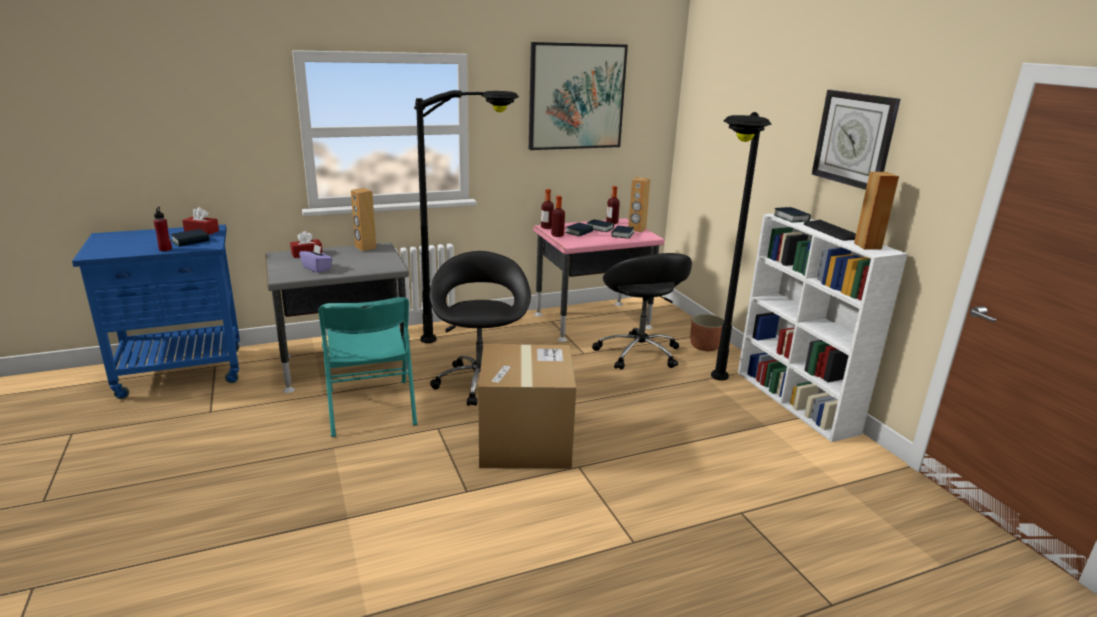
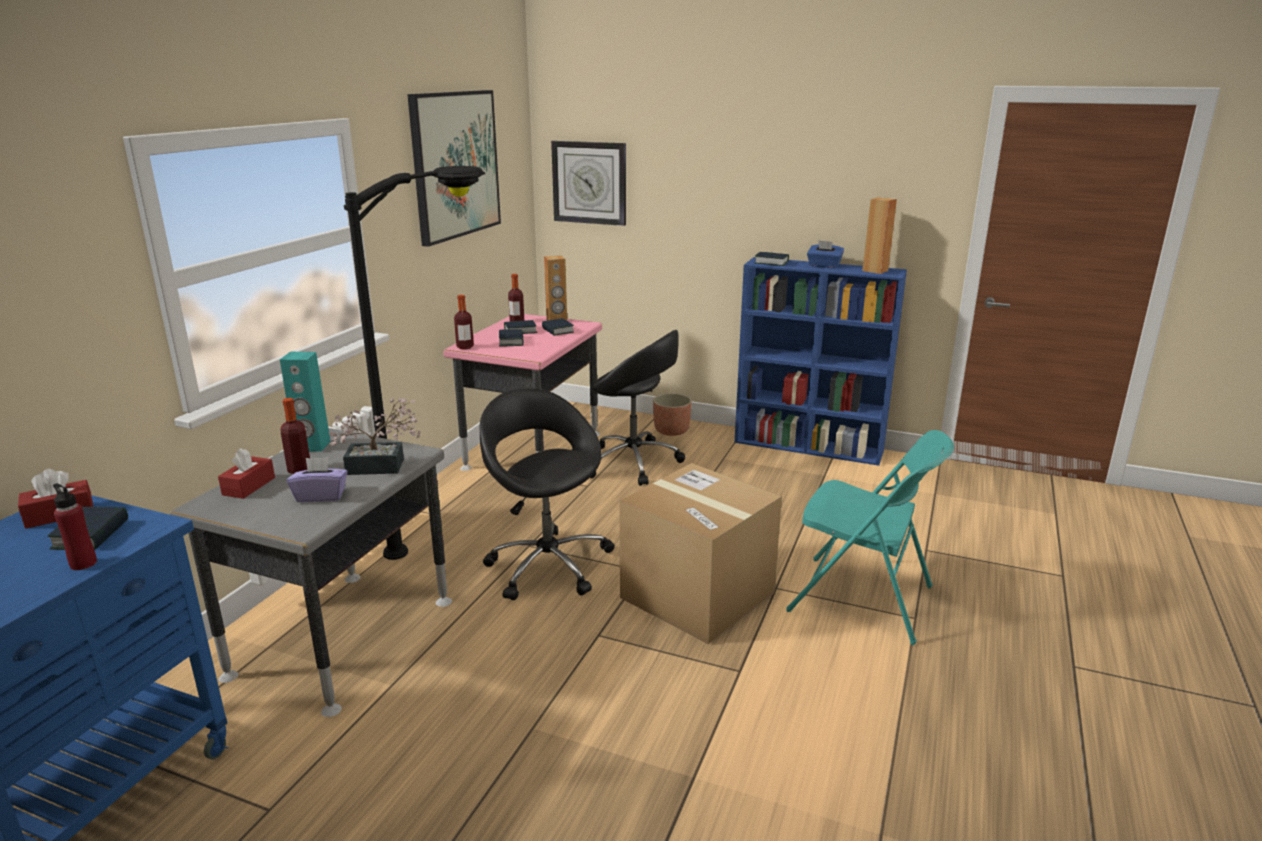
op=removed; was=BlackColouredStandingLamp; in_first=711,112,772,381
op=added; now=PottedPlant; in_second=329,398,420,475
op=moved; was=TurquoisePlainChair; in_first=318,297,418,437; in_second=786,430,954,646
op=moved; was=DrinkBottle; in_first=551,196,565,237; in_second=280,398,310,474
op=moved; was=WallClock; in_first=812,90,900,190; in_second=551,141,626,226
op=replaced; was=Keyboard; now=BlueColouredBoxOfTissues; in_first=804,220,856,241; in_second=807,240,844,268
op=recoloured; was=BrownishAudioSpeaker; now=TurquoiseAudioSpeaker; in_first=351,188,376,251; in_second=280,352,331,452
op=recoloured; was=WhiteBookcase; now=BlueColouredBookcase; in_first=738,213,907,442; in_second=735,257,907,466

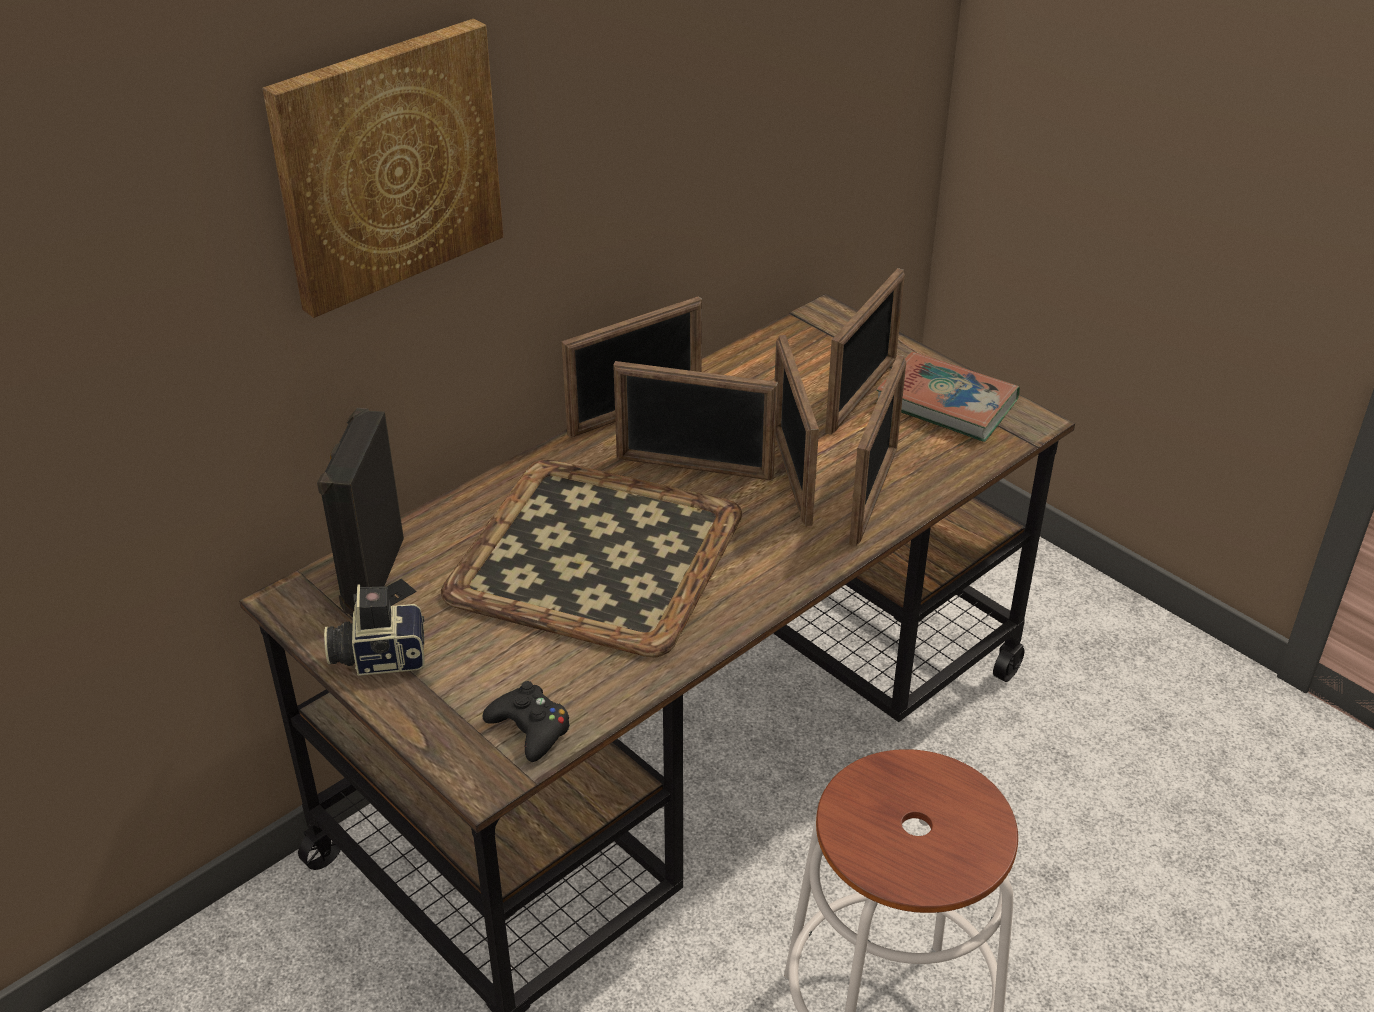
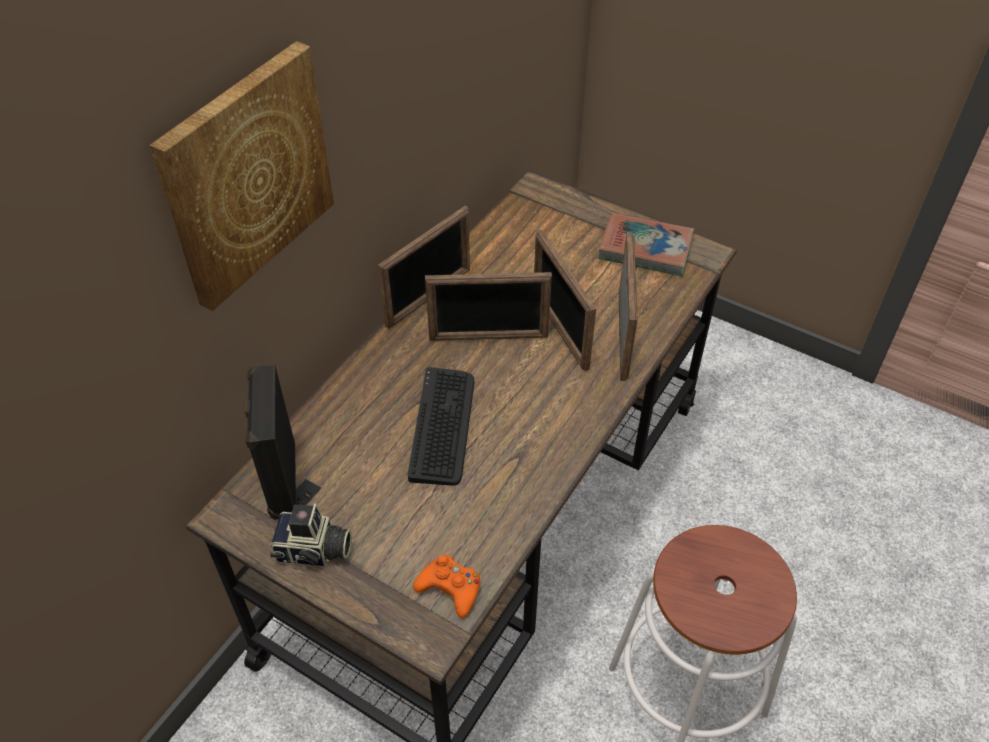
op=removed; was=PictureFrame; in_first=825,268,905,435
op=replaced; was=Tray; now=Keyboard; in_first=441,459,742,657; in_second=408,367,474,486
op=recoloured; was=BlackColouredJoypad; now=OrangeyJoypad; in_first=483,681,570,762; in_second=413,555,480,618
op=turned; was=PhotoCamera; in_first=324,585,425,676; in_second=270,504,352,567; clockwise=-150

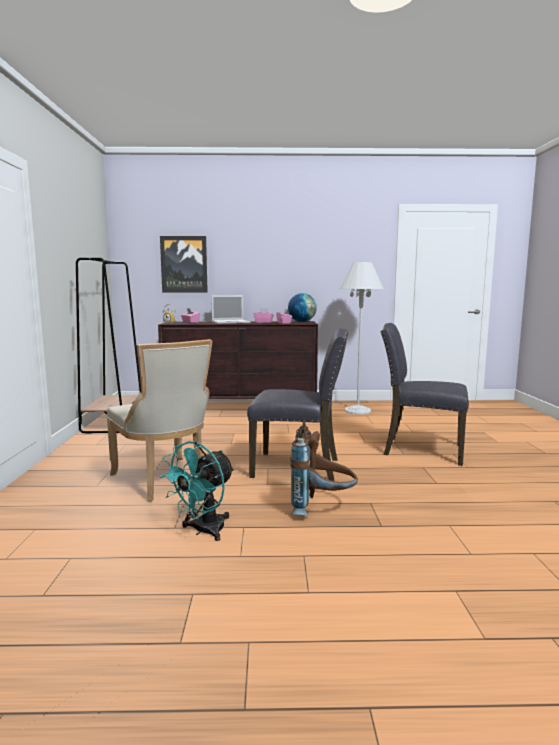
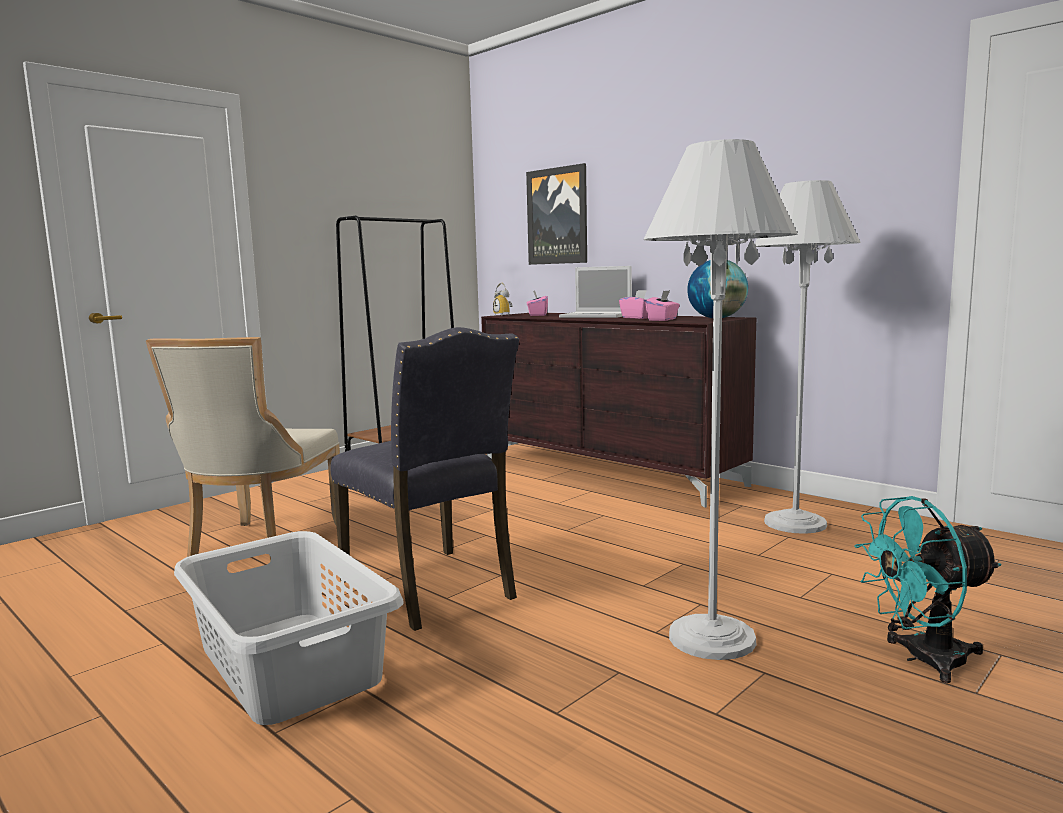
op=moved; was=TurquoiseElectricFan; in_first=160,441,235,541; in_second=854,496,1002,683
op=replaced; was=BrownishRucksack; now=GrayLaundryBasket; in_first=290,420,358,515; in_second=174,531,404,725
op=replaced; was=GrayPlainChair; now=WhiteStandingLamp; in_first=381,323,469,466; in_second=644,139,798,660

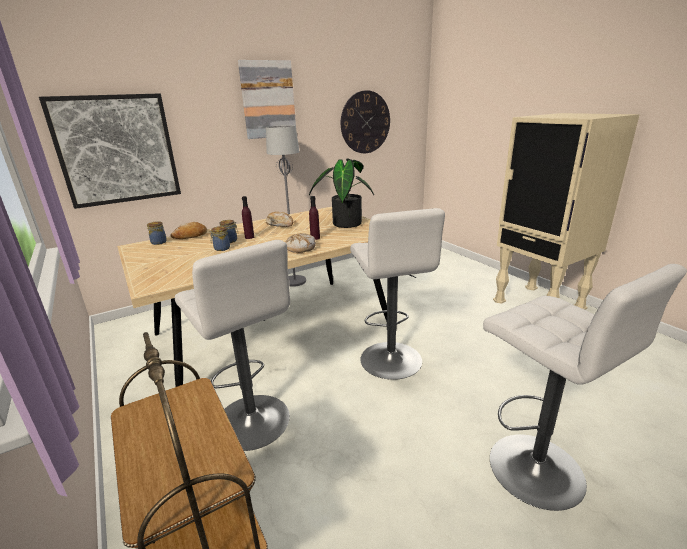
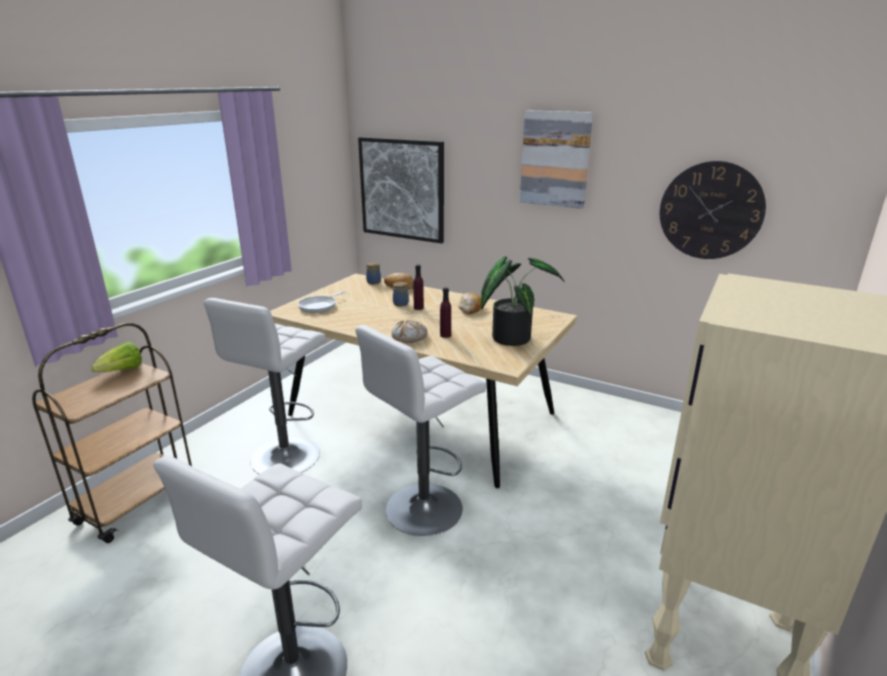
op=removed; was=StorageJar; in_first=209,226,230,251
op=removed; was=GrayStandingLamp; in_first=266,125,306,287
op=added; now=HeadOfLettuce; in_second=91,342,142,372
op=added; now=FryingPan; in_second=298,291,346,313

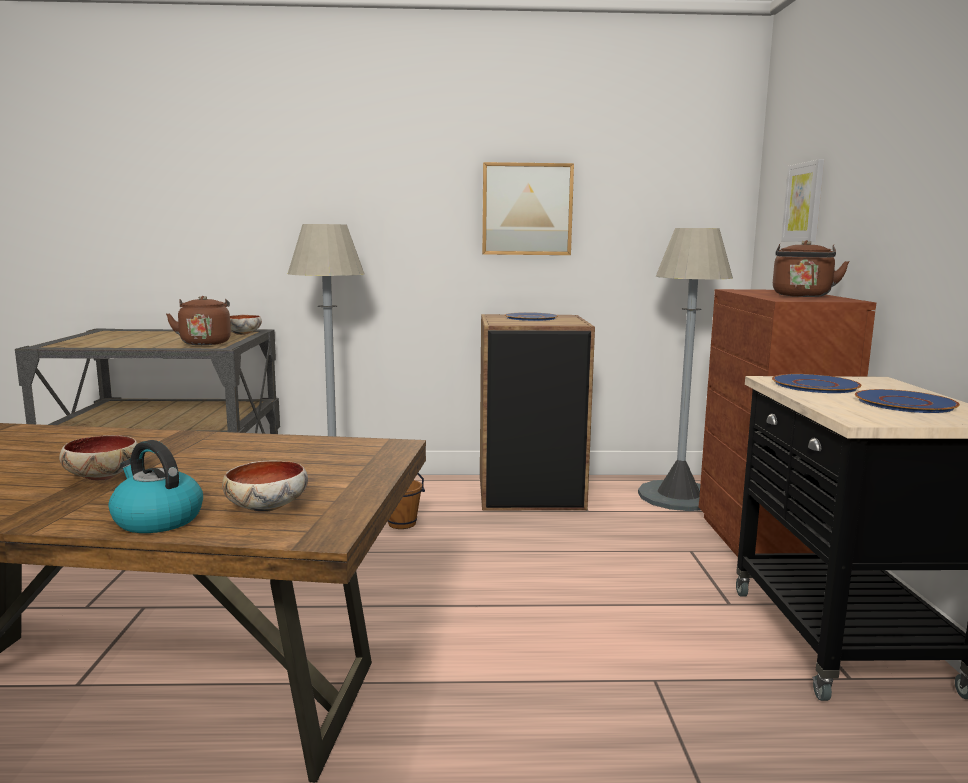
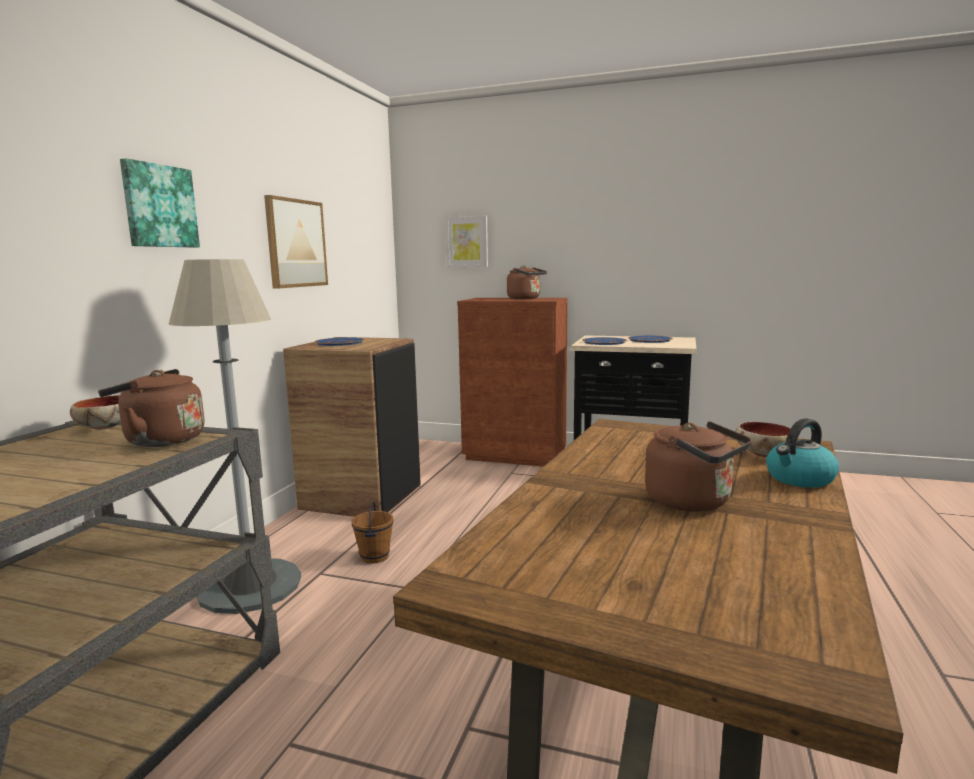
op=removed; was=GrayStandingLamp; in_first=638,228,733,511
op=added; now=Picture; in_second=120,158,200,248
op=replaced; was=DeepDish; now=BrownishTeaKettle; in_first=59,435,138,481; in_second=645,421,752,512

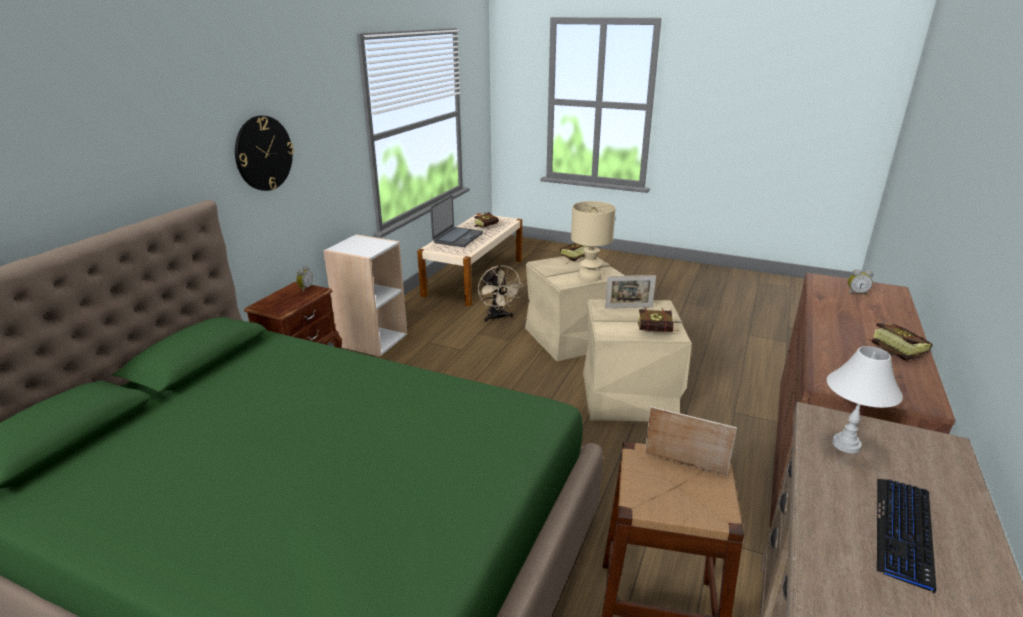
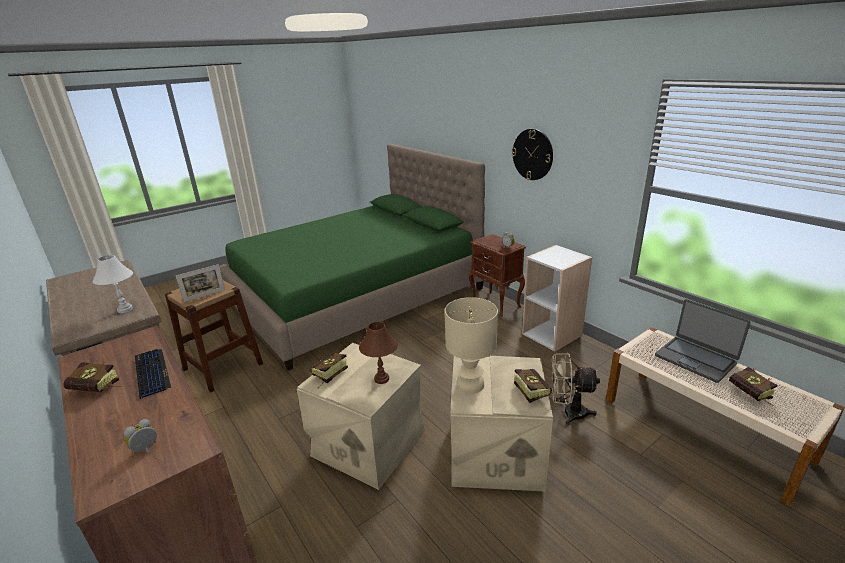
op=moved; was=Keyboard; in_first=877,479,936,593; in_second=135,349,171,399
op=replaced; was=PictureFrame; now=BrownishTabletopLamp; in_first=605,275,656,308; in_second=359,322,398,384

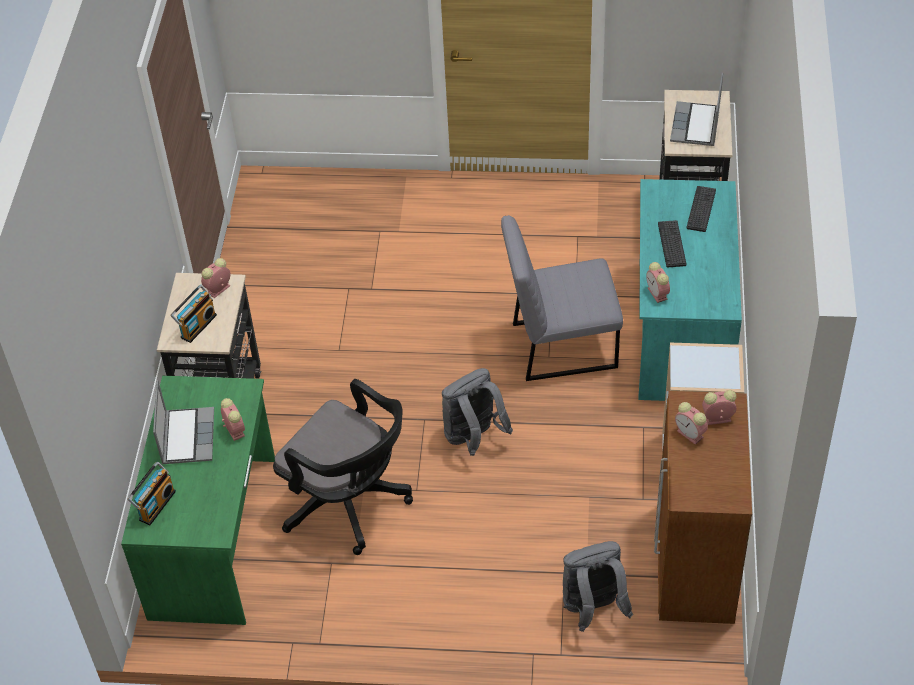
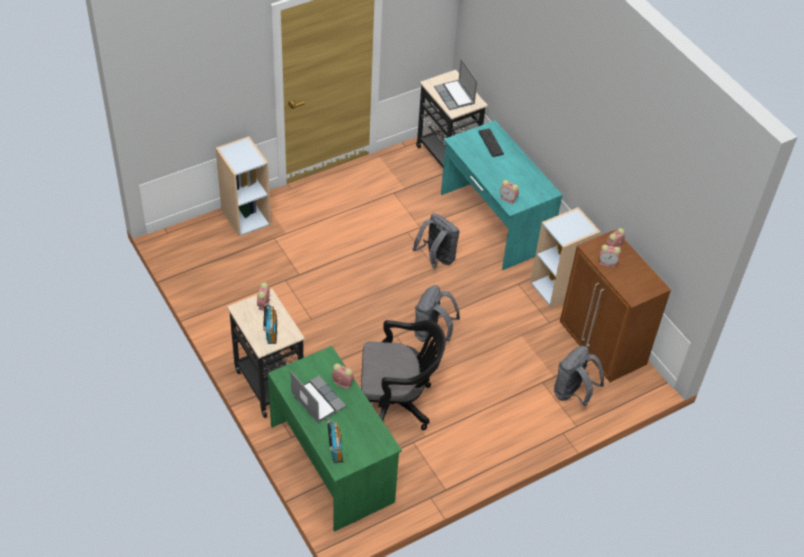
op=removed; was=Keyboard; in_first=658,220,686,267
op=added; now=Bookcase; in_second=216,136,271,237
op=replaced; was=GrayPlainChair; now=GrayRucksack; in_first=501,215,623,381; in_second=412,213,460,268

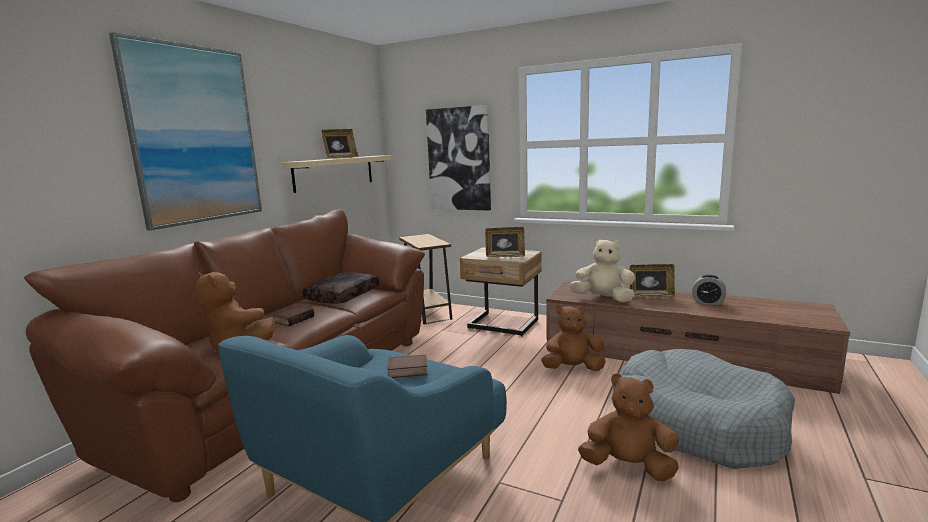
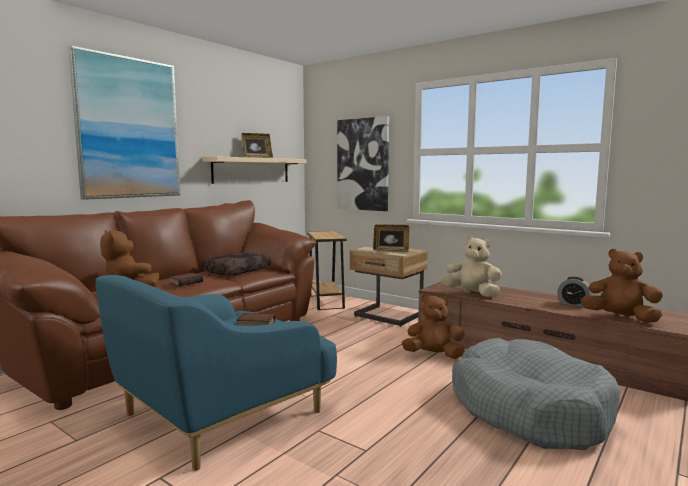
op=removed; was=PictureFrame; in_first=630,264,675,298
op=moved; was=BrownishSoftToy; in_first=578,373,679,482; in_second=581,249,663,323

